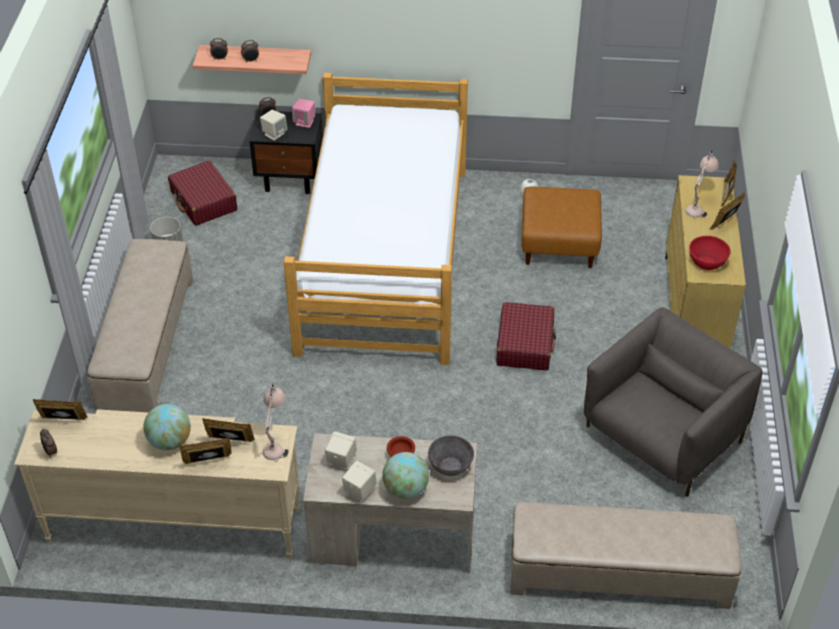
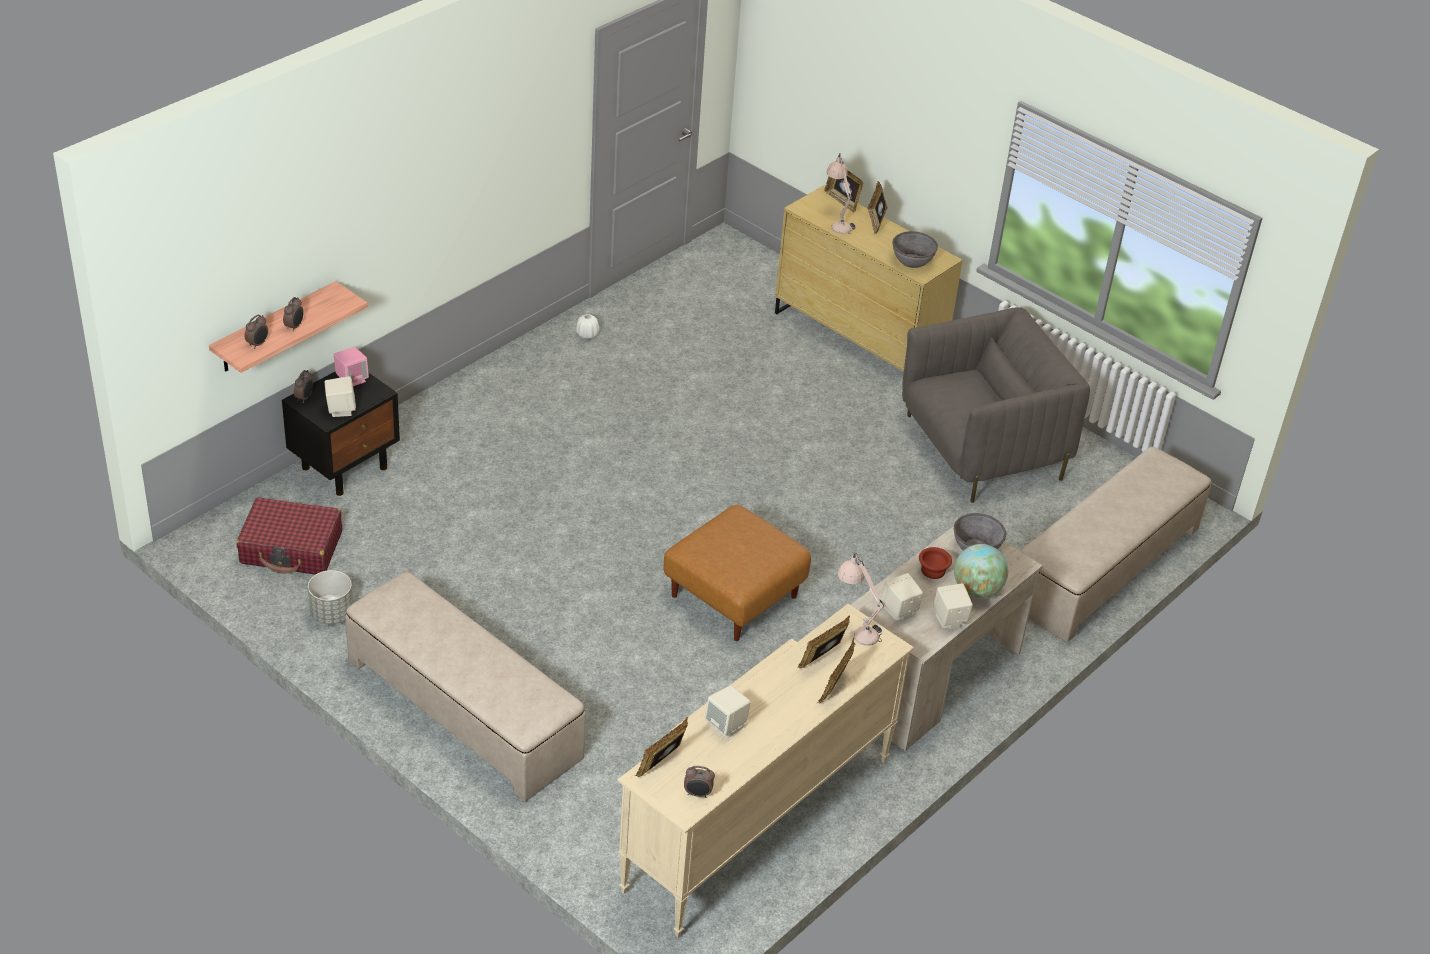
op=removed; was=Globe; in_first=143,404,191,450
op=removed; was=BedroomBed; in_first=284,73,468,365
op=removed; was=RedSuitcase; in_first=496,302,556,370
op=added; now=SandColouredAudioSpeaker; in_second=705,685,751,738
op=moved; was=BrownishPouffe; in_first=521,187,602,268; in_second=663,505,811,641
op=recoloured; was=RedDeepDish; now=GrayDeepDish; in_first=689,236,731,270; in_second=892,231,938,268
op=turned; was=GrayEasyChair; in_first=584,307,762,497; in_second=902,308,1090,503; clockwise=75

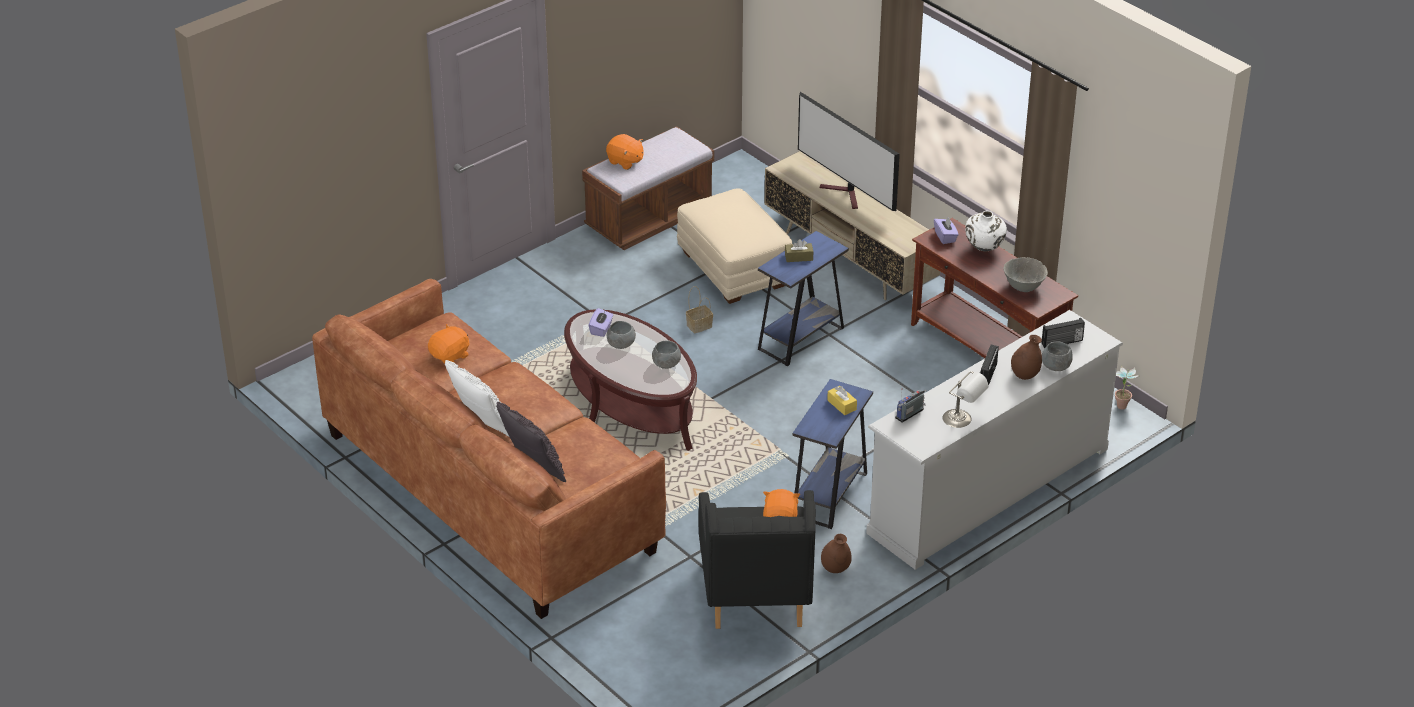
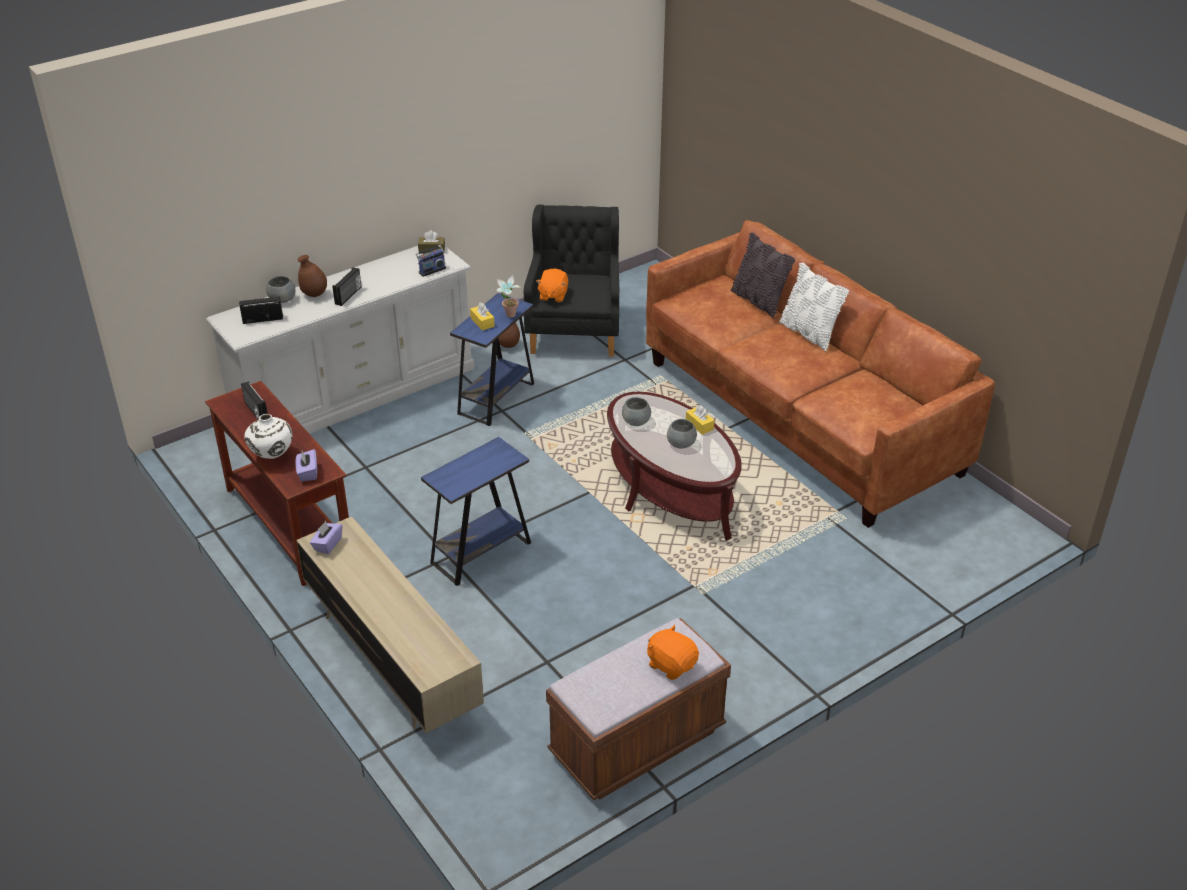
op=removed; was=OrangeySoftToy; in_first=428,324,470,364
op=removed; was=SandColouredPouffe; in_first=677,189,792,304
op=removed; was=StorageBasket; in_first=686,286,713,333
op=removed; was=TvSet; in_first=798,92,900,211
op=removed; was=WhiteTabletopLamp; in_first=942,371,989,428
op=added; now=YellowColouredBoxOfTissues; in_second=686,405,714,435
op=moved; was=PurpleBoxOfTissues; in_first=588,308,613,337; in_second=310,521,343,554
op=moved; was=BrownishBoxOfTissues; in_first=785,239,814,262; in_second=418,231,445,254
op=moved; was=PottedPlant; in_first=1115,366,1139,409; in_second=496,275,521,318
op=replaced; was=GrayDeepDish; now=Radio; in_first=1004,257,1048,292; in_second=241,381,268,420

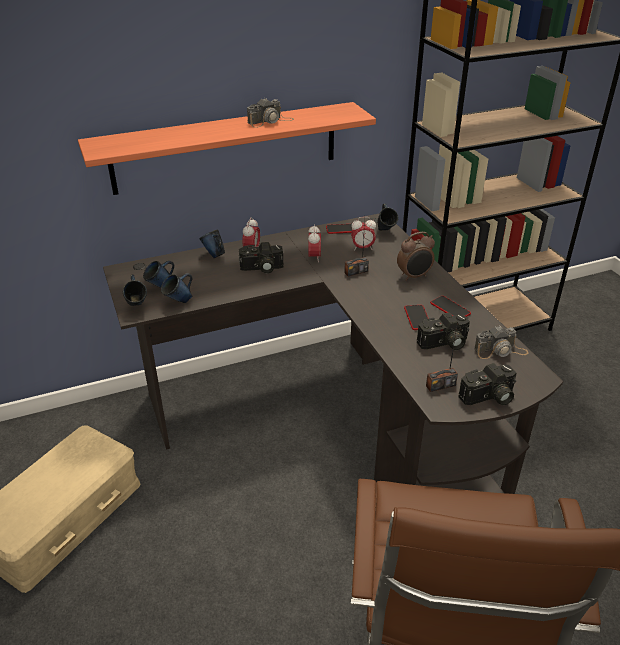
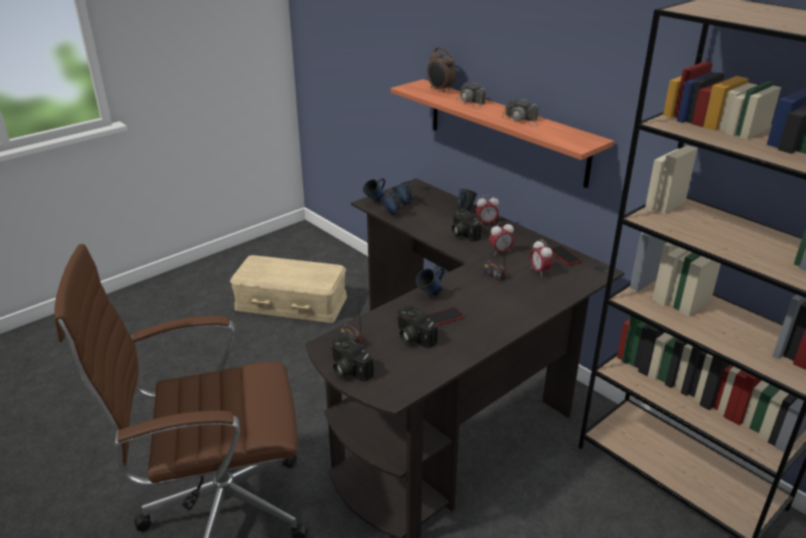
op=removed; was=Handset; in_first=430,296,471,317
op=moved; was=BlueColouredTeaMug; in_first=378,203,399,230; in_second=416,267,444,296
op=moved; was=TableClock; in_first=397,232,435,281; in_second=427,47,456,93
op=moved; was=PhotoCamera; in_first=474,326,529,359; in_second=456,82,486,109

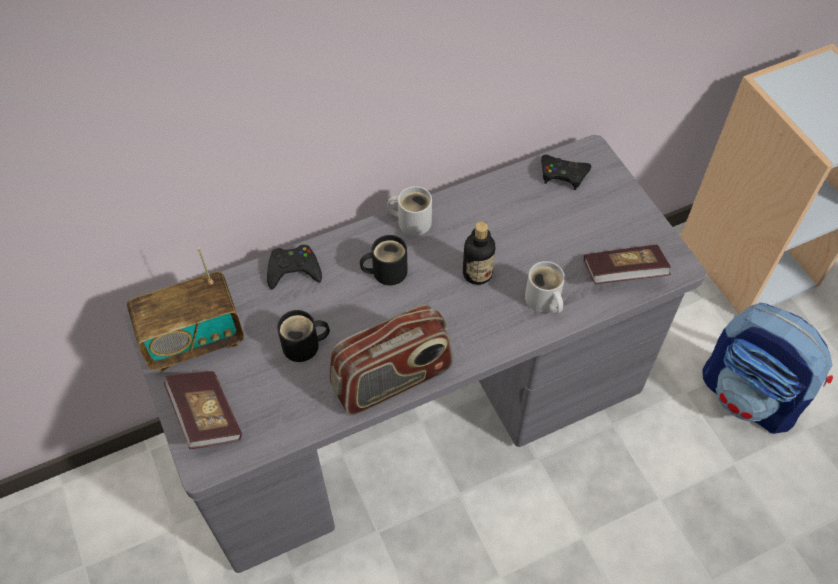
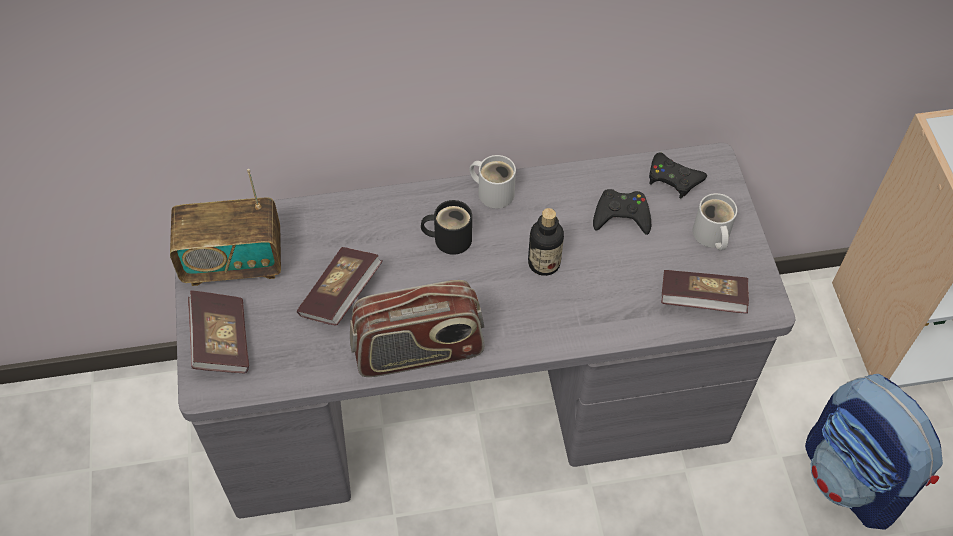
op=moved; was=BlackColouredJoypad; in_first=267,245,322,290; in_second=593,189,651,235
op=moved; was=WhiteTeaMug; in_first=525,261,565,314; in_second=693,193,737,250
op=replaced; was=BlackColouredTeaMug; now=Volume; in_first=277,310,330,362; in_second=297,247,382,326

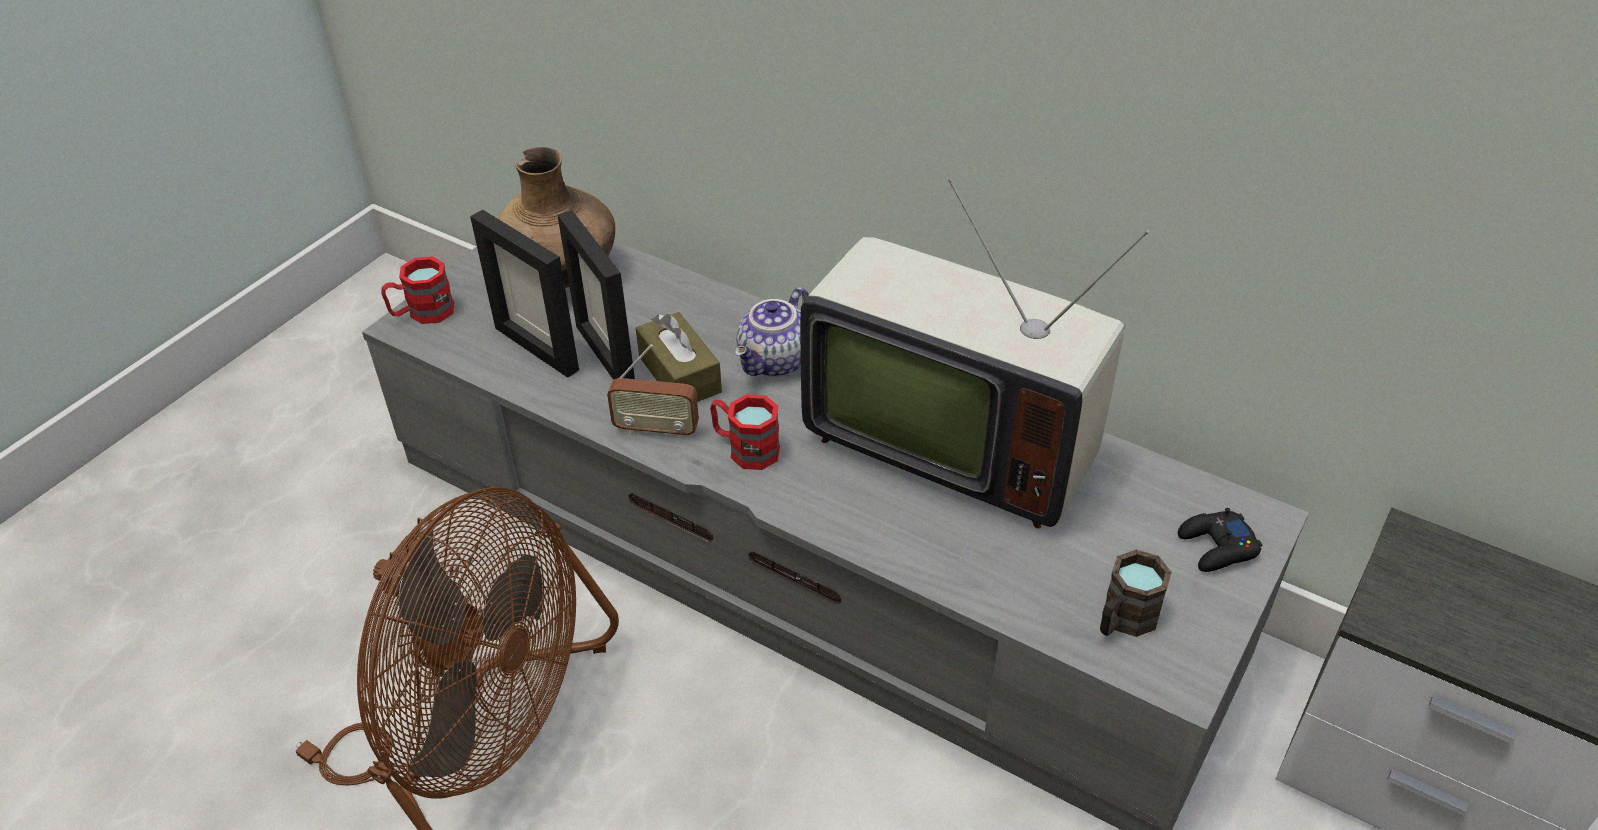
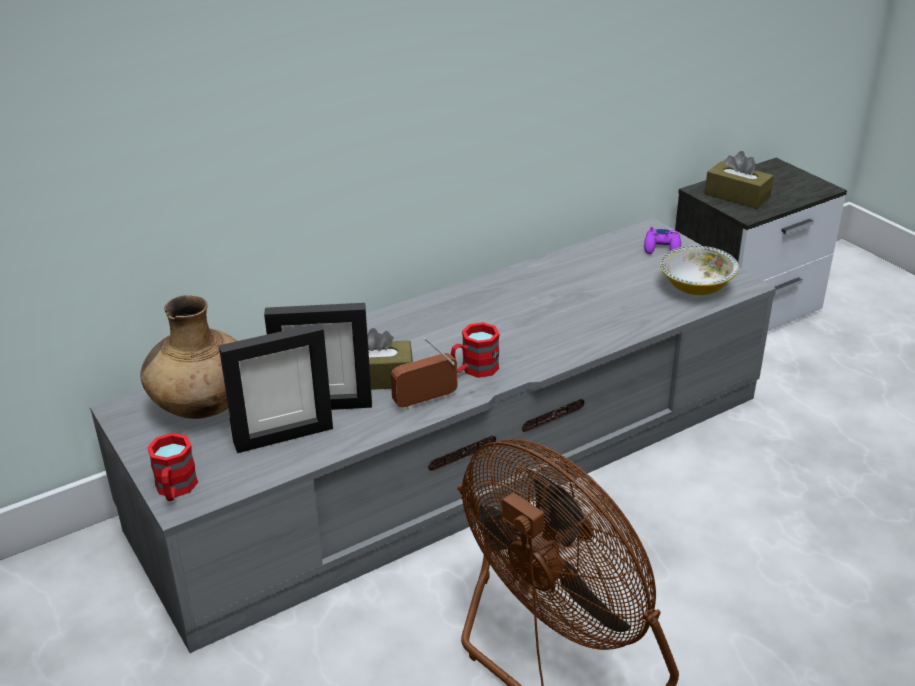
op=removed; was=PotForTea; in_first=735,287,809,377
op=removed; was=TvSet; in_first=800,179,1149,529
op=added; now=BrownishBoxOfTissues; in_second=705,151,774,209
op=replaced; was=BrownishTeaMug; now=DeepDish; in_first=1100,550,1172,637; in_second=660,246,739,295
op=recoloured; was=BlackColouredJoypad; now=PurpleJoypad; in_first=1178,508,1262,572; in_second=644,227,681,254
op=turned; was=Radio; in_first=607,344,699,439; in_second=391,337,457,410; clockwise=-150

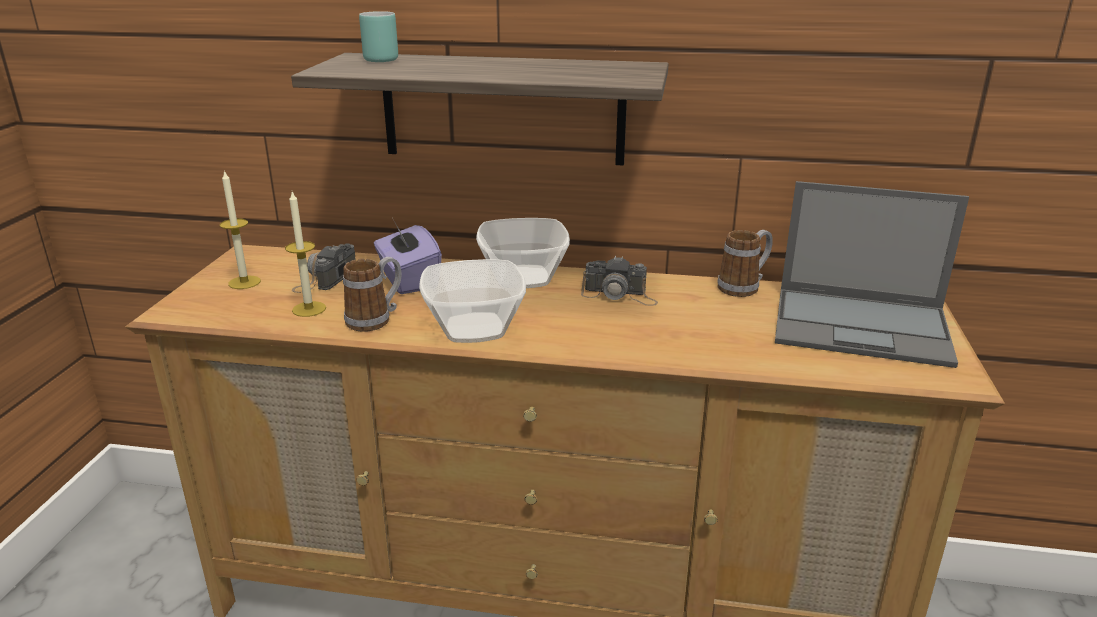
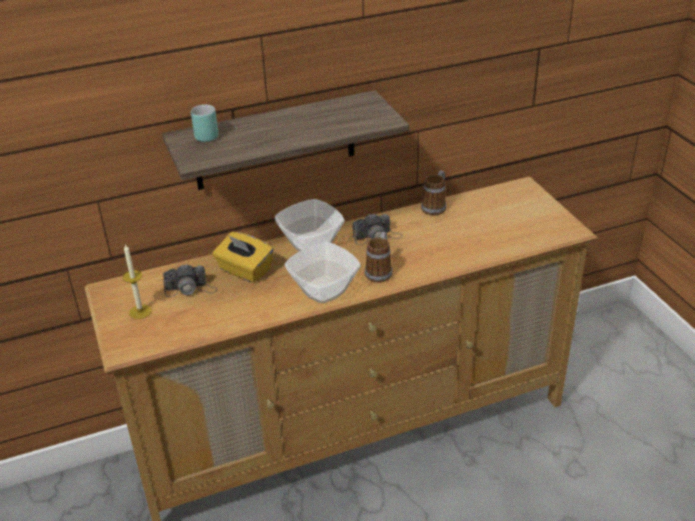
op=removed; was=WaxLight; in_first=285,192,326,317
op=removed; was=NotebookComputer; in_first=775,181,969,368
op=moved; was=TeaMug; in_first=343,257,401,332; in_second=365,232,393,283
op=recoloured; was=PurpleBoxOfTissues; now=YellowColouredBoxOfTissues; in_first=374,219,442,294; in_second=212,232,274,283
op=turned; was=PhotoCamera; in_first=292,243,356,293; in_second=163,264,217,297; clockwise=-90

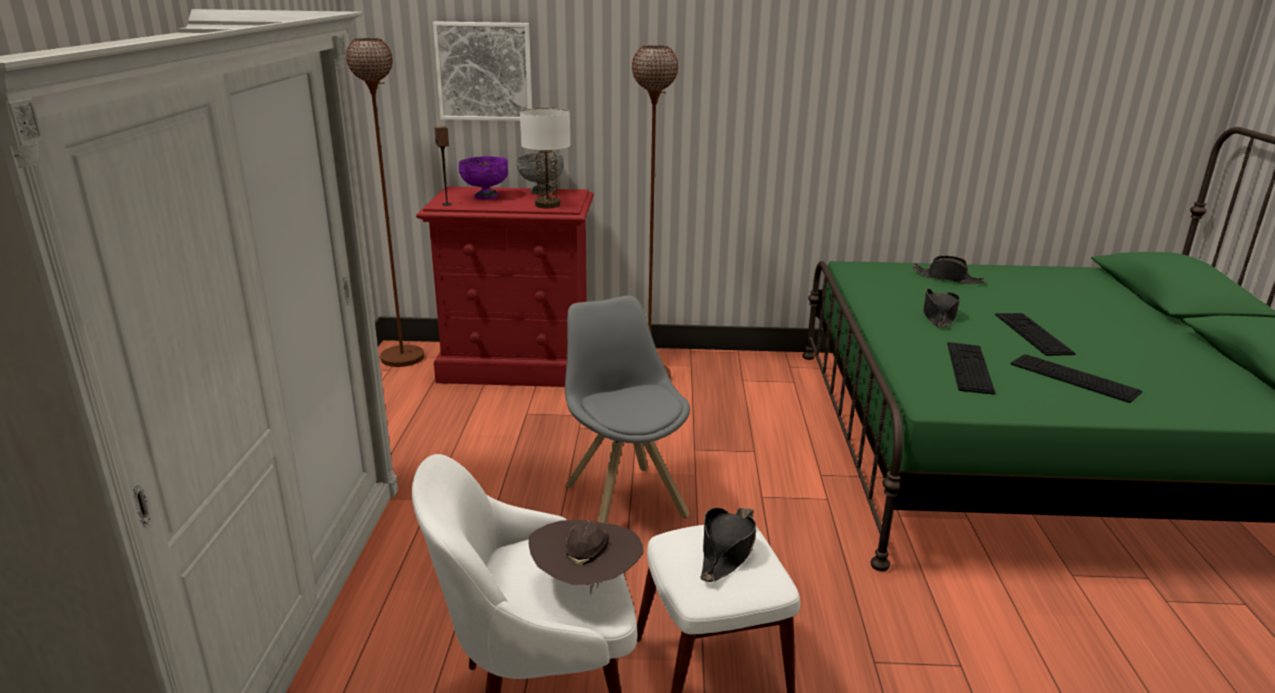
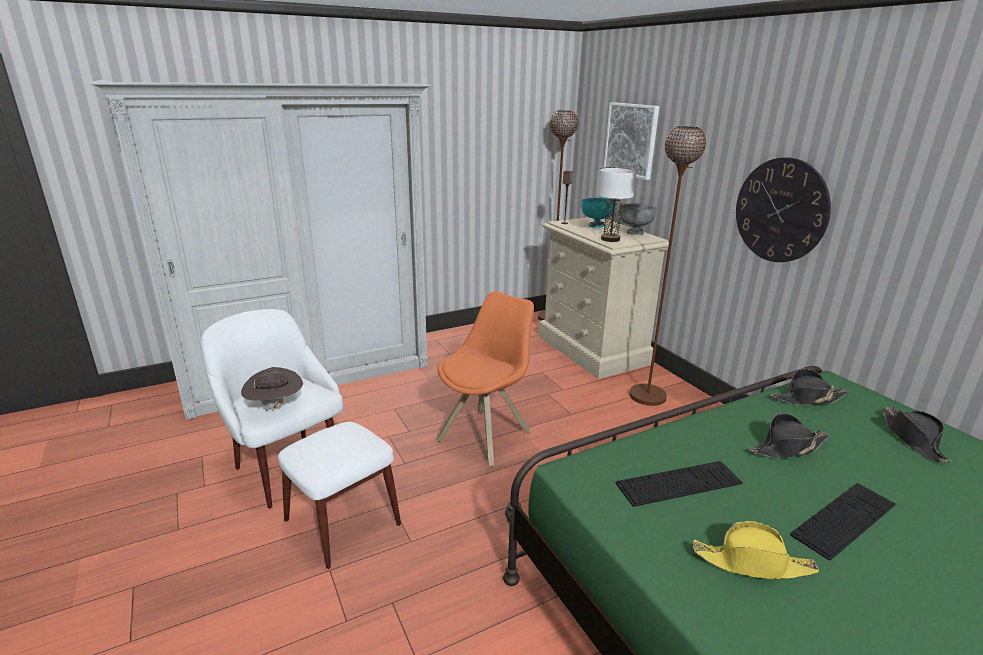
op=added; now=WallClock; in_second=736,157,831,262
op=moved; was=BlackColouredWearableHat; in_first=700,508,756,582; in_second=769,368,849,405
op=replaced; was=Keyboard; now=YellowColouredWearableHat; in_first=1011,354,1142,403; in_second=693,521,819,579
op=recoloured; was=RedChestOfDrawers; now=SandColouredChestOfDrawers; in_first=416,186,594,387; in_second=538,217,669,379
op=recoloured; was=PurpleDeepDish; now=TurquoiseDeepDish; in_first=458,156,508,199; in_second=581,198,617,228
op=recoloured; was=GrayPlainChair; now=OrangeyPlainChair; in_first=565,296,690,523; in_second=436,291,534,467

